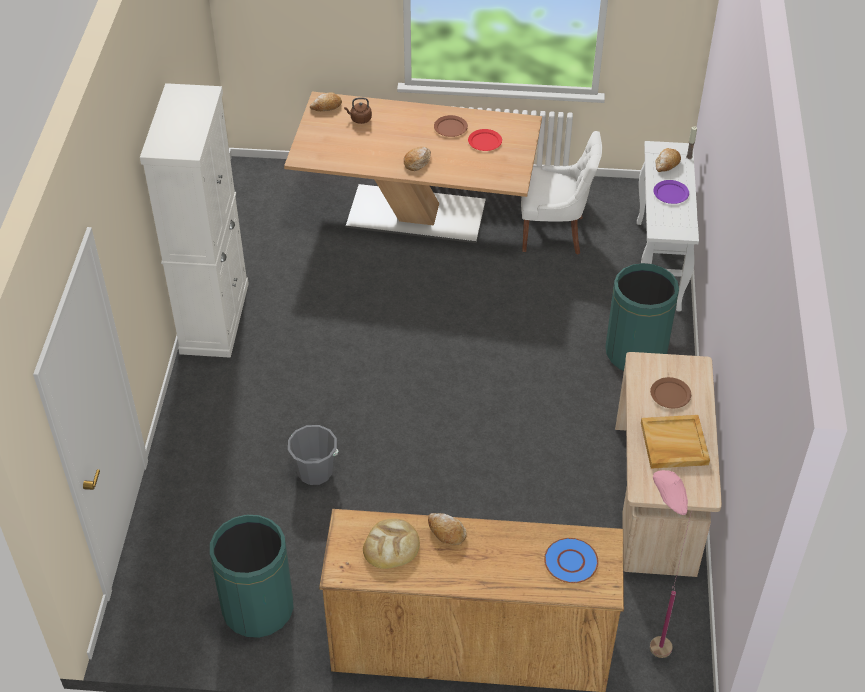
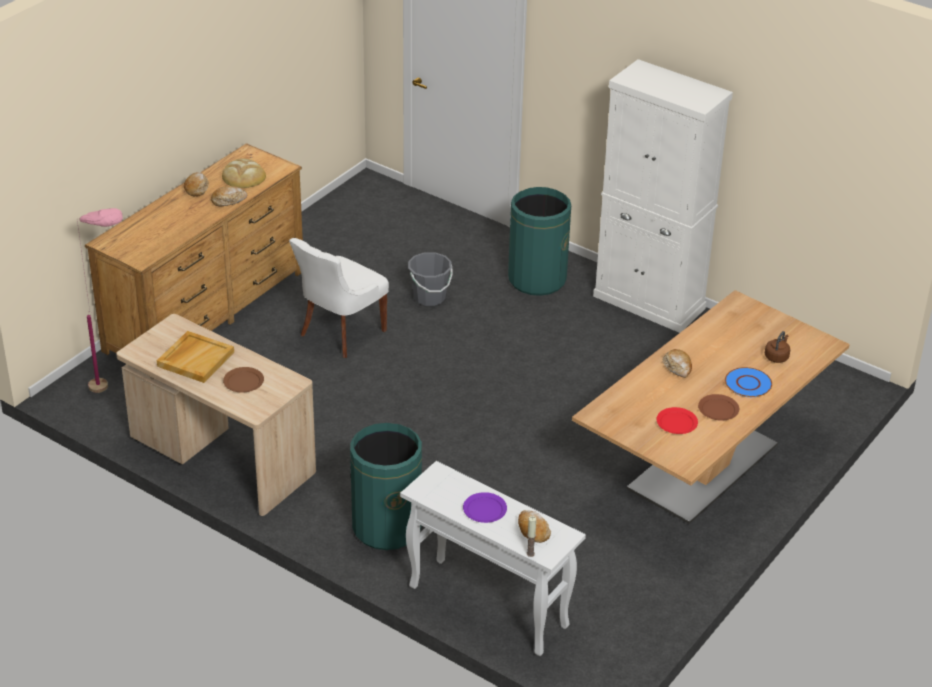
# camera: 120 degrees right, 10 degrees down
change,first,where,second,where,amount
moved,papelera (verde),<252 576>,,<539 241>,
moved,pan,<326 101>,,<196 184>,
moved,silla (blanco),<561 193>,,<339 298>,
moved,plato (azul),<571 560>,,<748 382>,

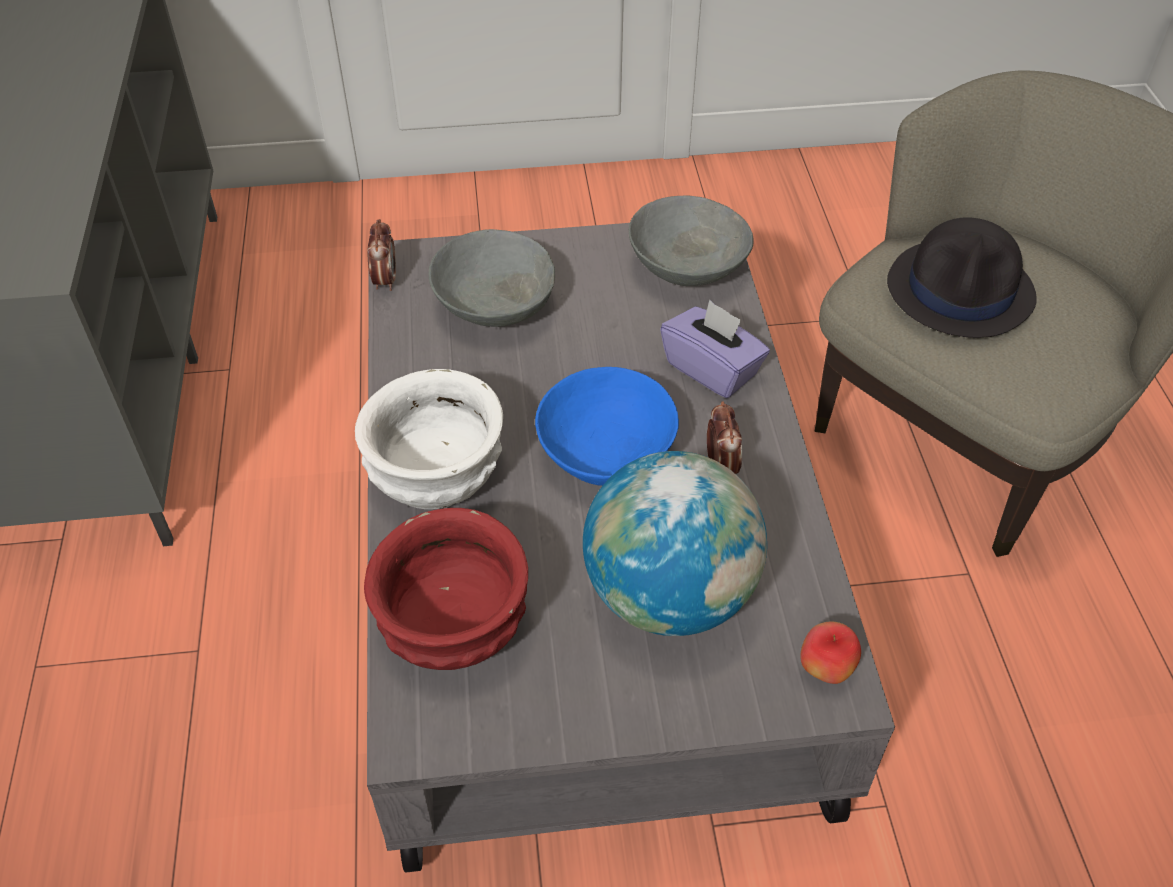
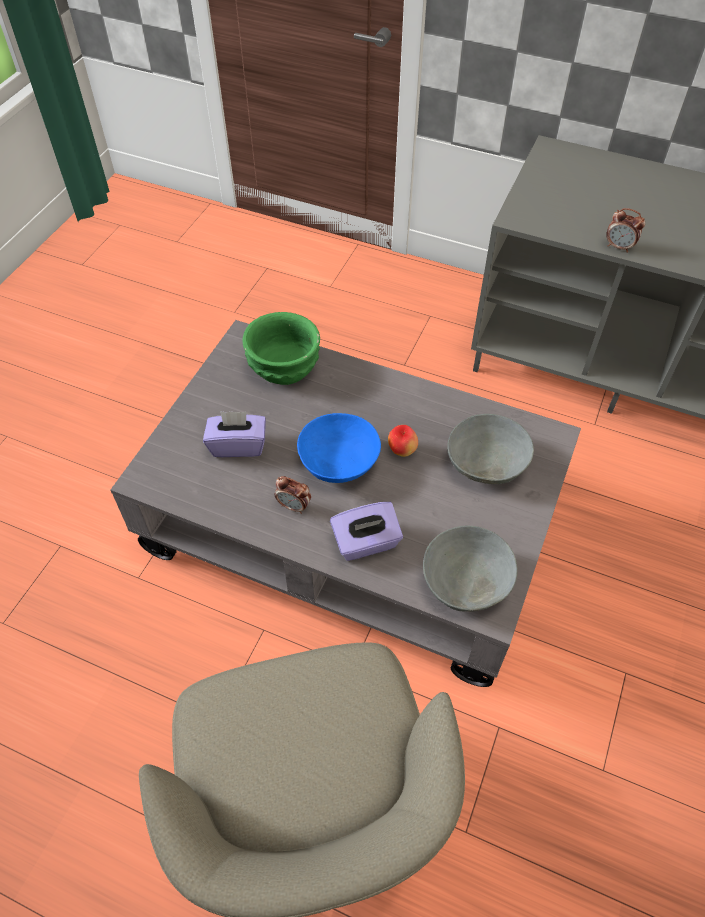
# camera: 120 degrees right, 5 degrees up
change,first,where,second,where,amount
removed,cuenco (blanco),<429 439>,,,
removed,sombrero (negro),<962 277>,,,
moved,despertador,<382 255>,,<625 230>,
moved,manzana,<830 652>,,<403 441>,
replaced,globo terráqueo,<675 543>,caja de pañuelos (morado),<234 434>,
recoloured,cuenco (rojo),<446 589>,cuenco (verde),<281 348>,

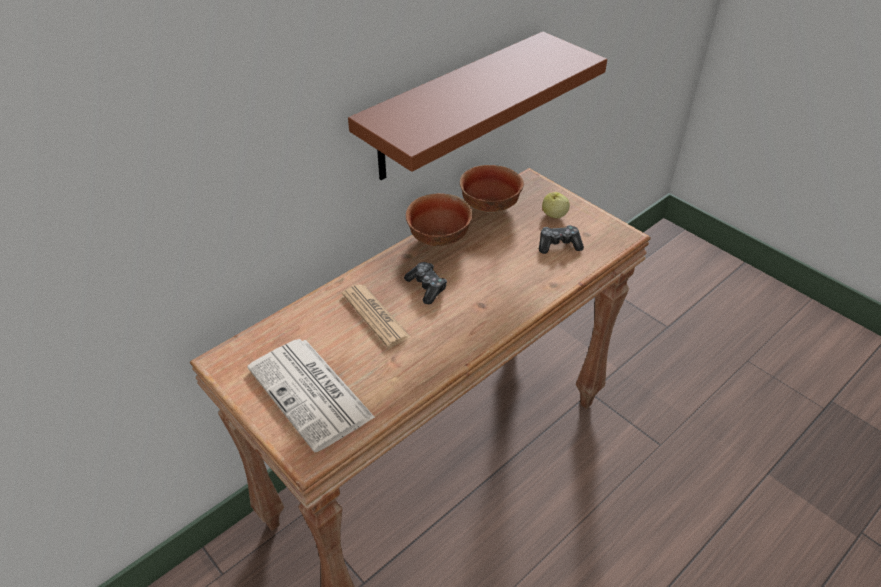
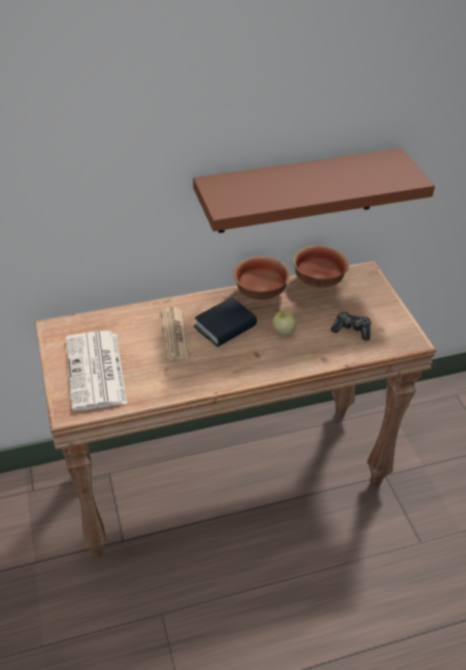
# camera: 25 degrees right, 0 degrees up
change,first,where,second,where,amount
moved,manzana,<556 205>,,<284 323>,
replaced,mando de consola,<425 283>,libro,<225 322>,

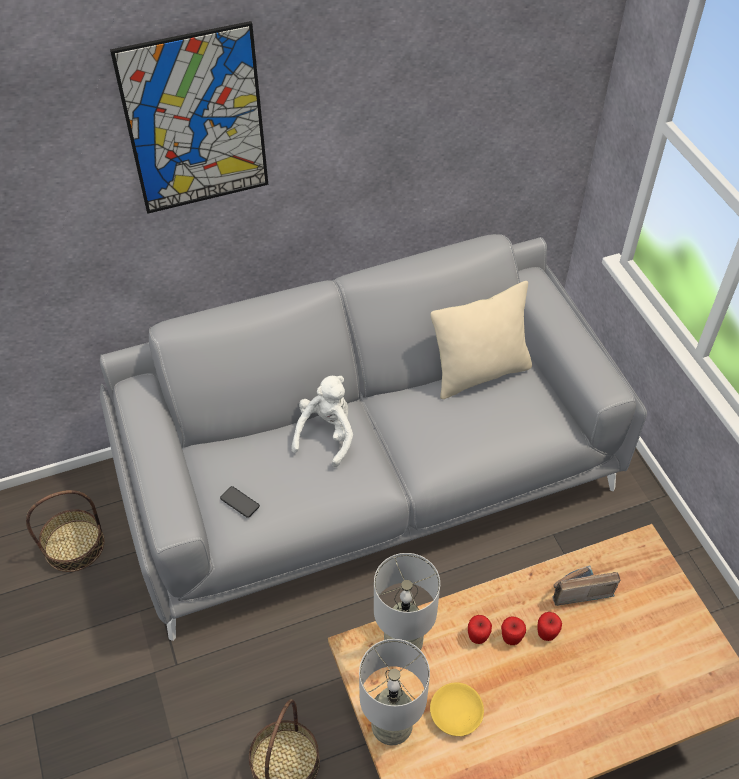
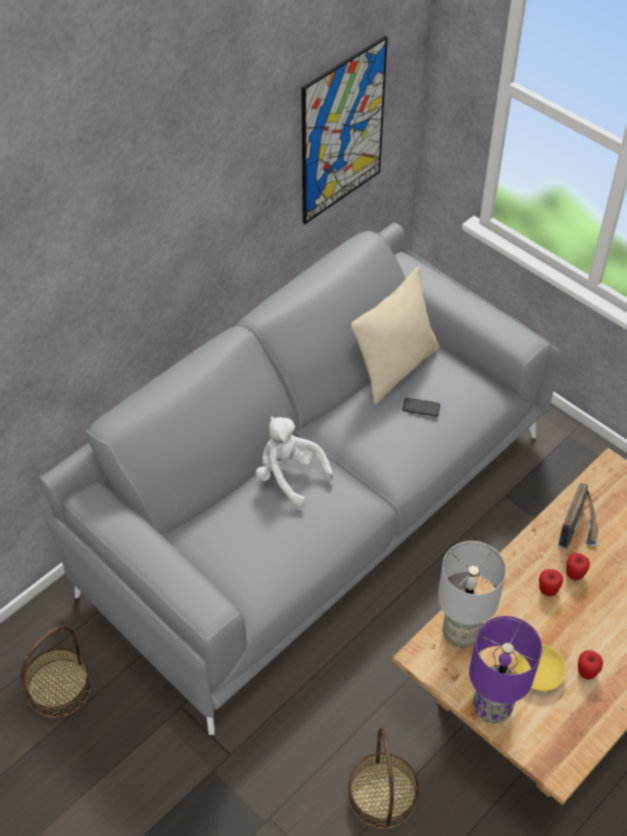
# camera: 25 degrees left, 0 degrees up
change,first,where,second,where,amount
moved,cuadro,<189 117>,,<344 130>,
moved,móvil,<240 502>,,<421 407>,
moved,manzana,<480 629>,,<590 665>,
recoloured,lámpara de mesa (gris),<394 692>,lámpara de mesa (morado),<505 669>,
turned,peluche (blanco),<322 421>,,<294 462>,45 degrees counterclockwise
turned,radio,<586 585>,,<578 516>,150 degrees clockwise

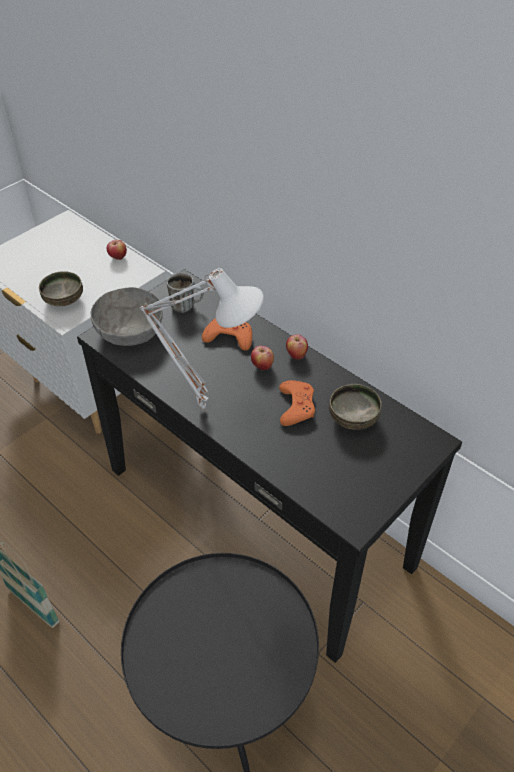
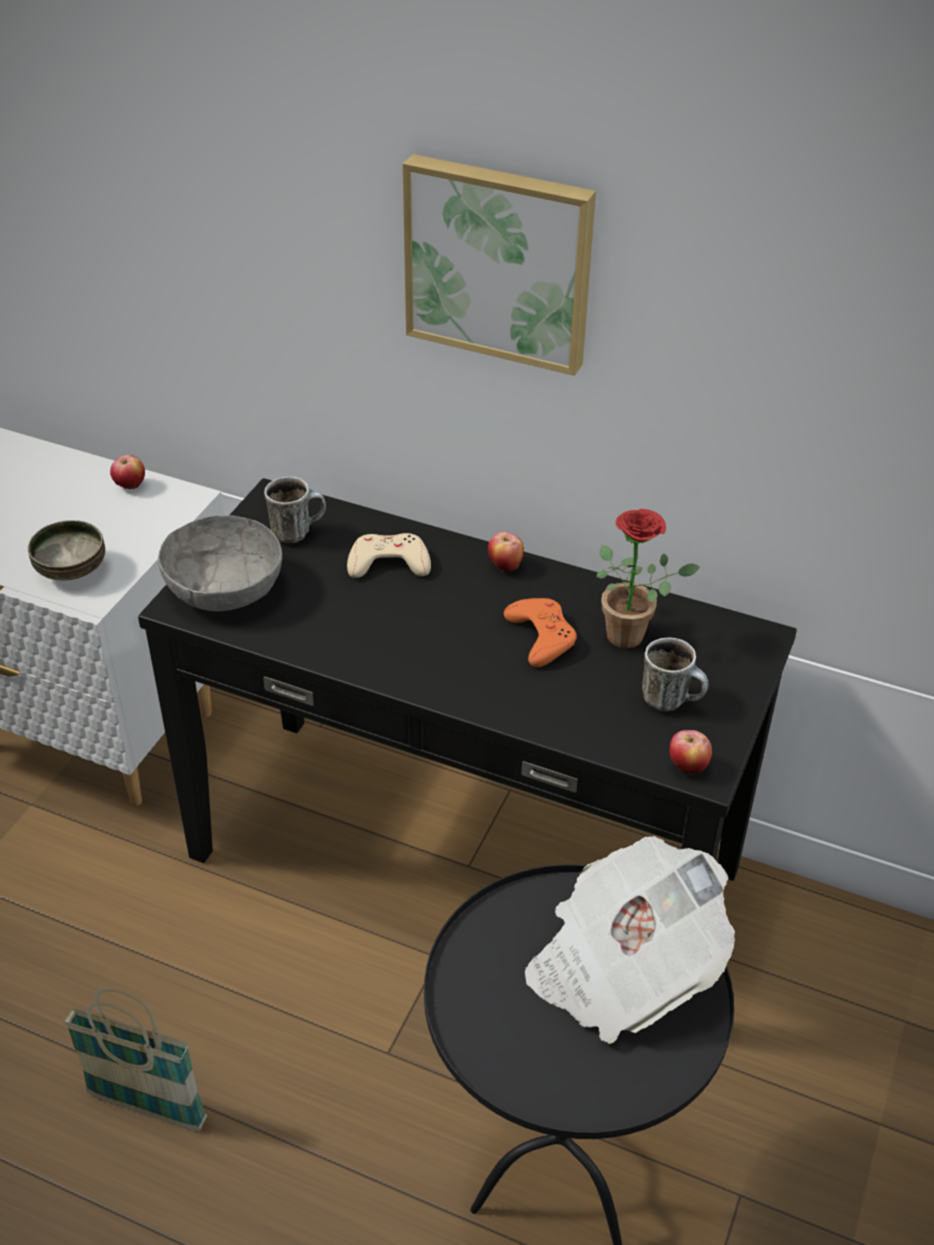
# camera: 20 degrees left, 5 degrees down
change,first,where,second,where,amount
removed,lámpara de mesa (blanco),<202 339>,,,
added,,,cuadro,<499 265>,
added,,,periódico,<630 940>,
added,,,taza grande,<675 674>,
moved,manzana,<262 358>,,<691 752>,
replaced,cuenco,<355 407>,planta en maceta,<648 578>,
recoloured,mando de consola (naranja),<227 334>,mando de consola (beis),<389 555>,

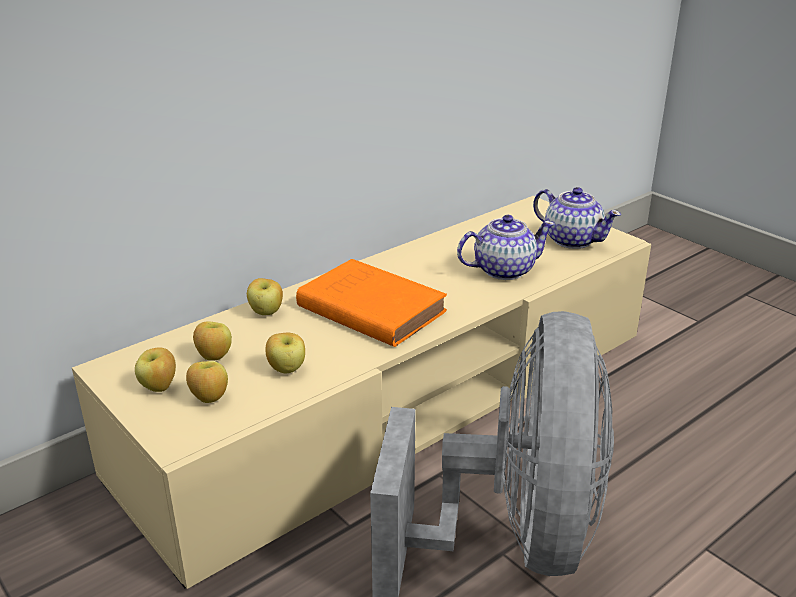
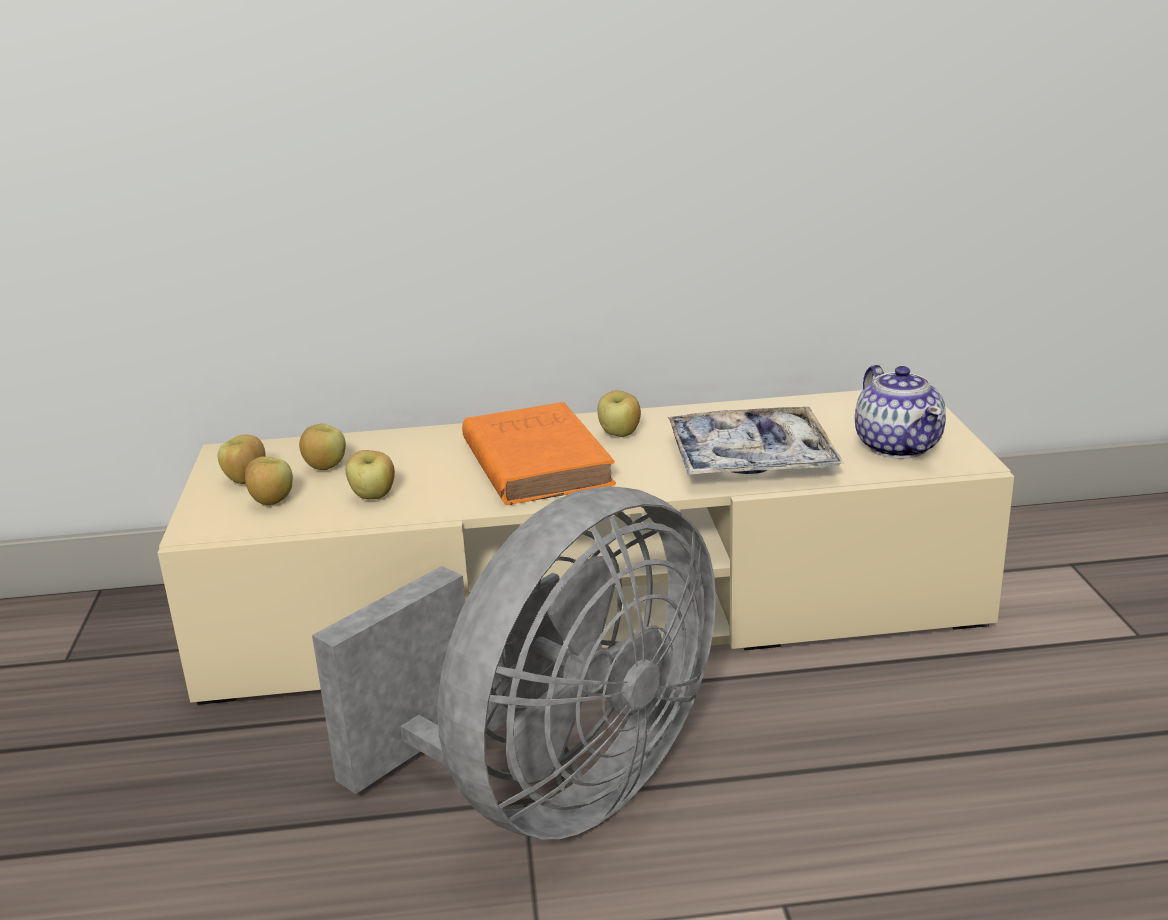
# camera: 35 degrees right, 5 degrees down
change,first,where,second,where,amount
moved,manzana,<265 296>,,<619 413>,
replaced,tetera,<506 247>,bandeja,<755 441>,

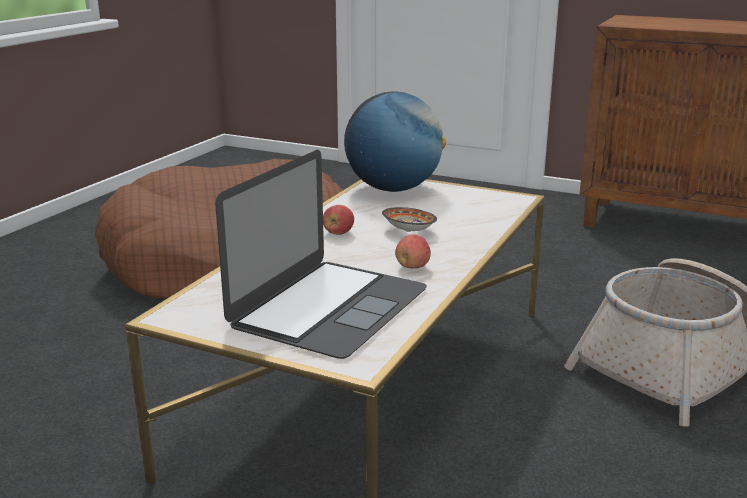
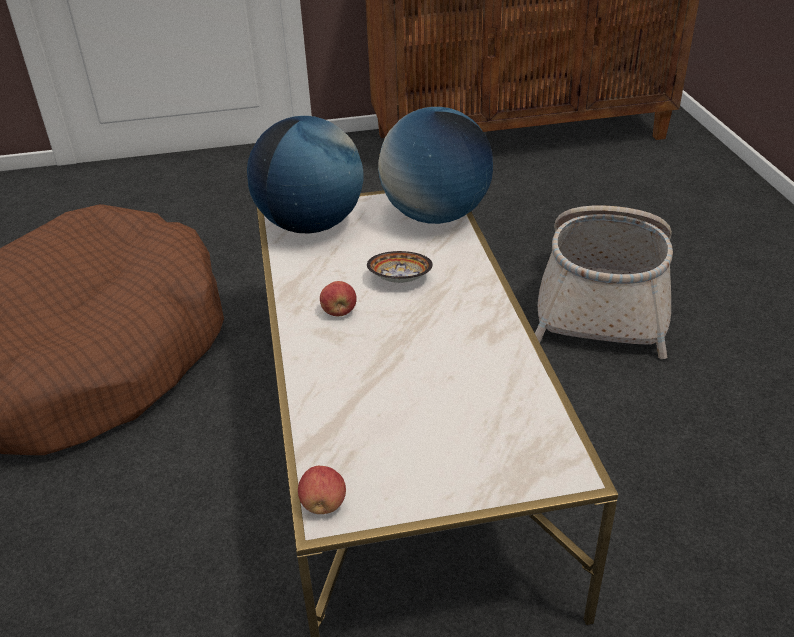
# camera: 35 degrees left, 15 degrees up
change,first,where,second,where,amount
removed,portátil,<321 254>,,,
added,,,globo terráqueo,<435 165>,
moved,manzana,<413 251>,,<322 490>,

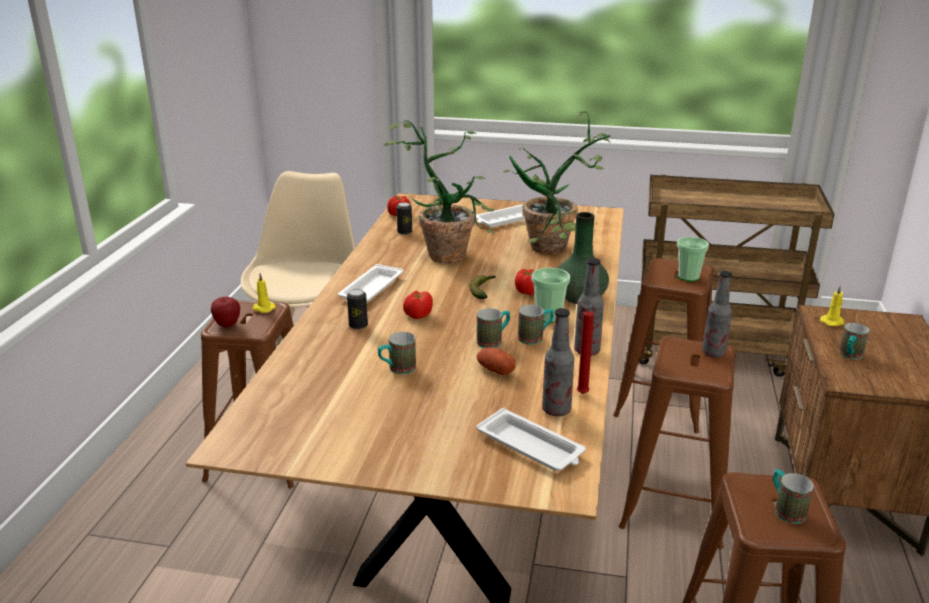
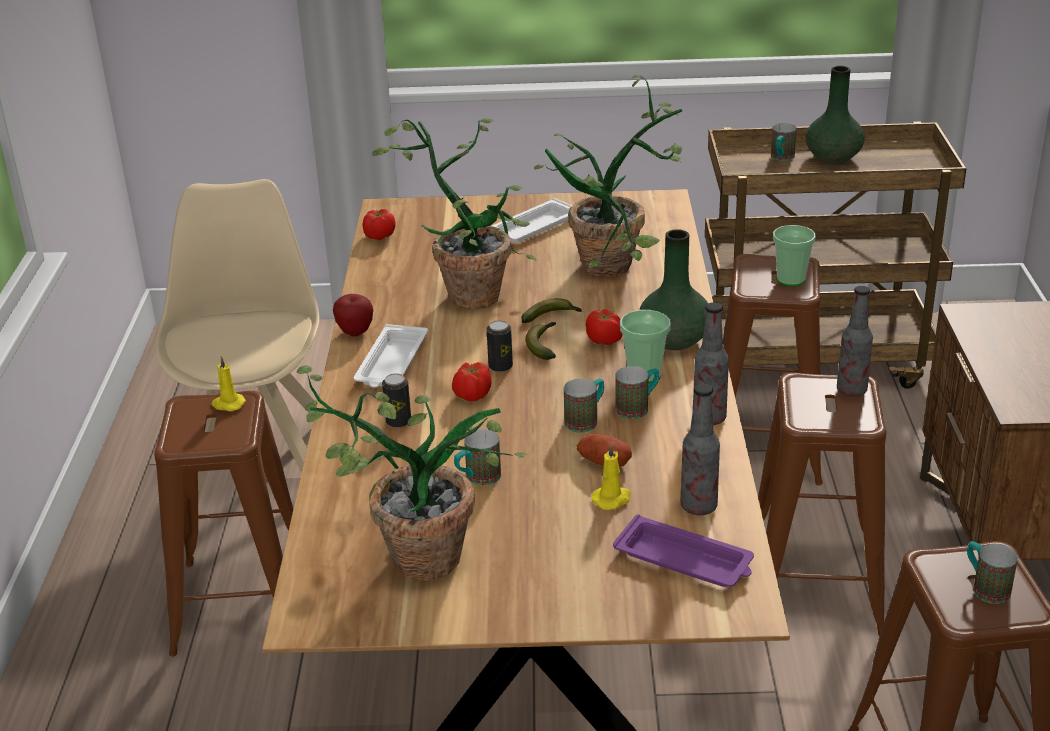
# camera: 10 degrees left, 5 degrees up
change,first,where,second,where,amount
removed,vela (rojo),<585 348>,,,
added,,,planta en maceta,<412 473>,
added,,,plátano,<551 310>,
added,,,florero (verde),<835 115>,
moved,manzana,<225 312>,,<353 315>,
moved,lata,<404 218>,,<500 346>,
moved,vela (amarillo),<832 305>,,<611 476>,
moved,taza grande,<854 341>,,<784 142>,
recoloured,bandeja (blanco),<531 439>,bandeja (morado),<683 550>,

